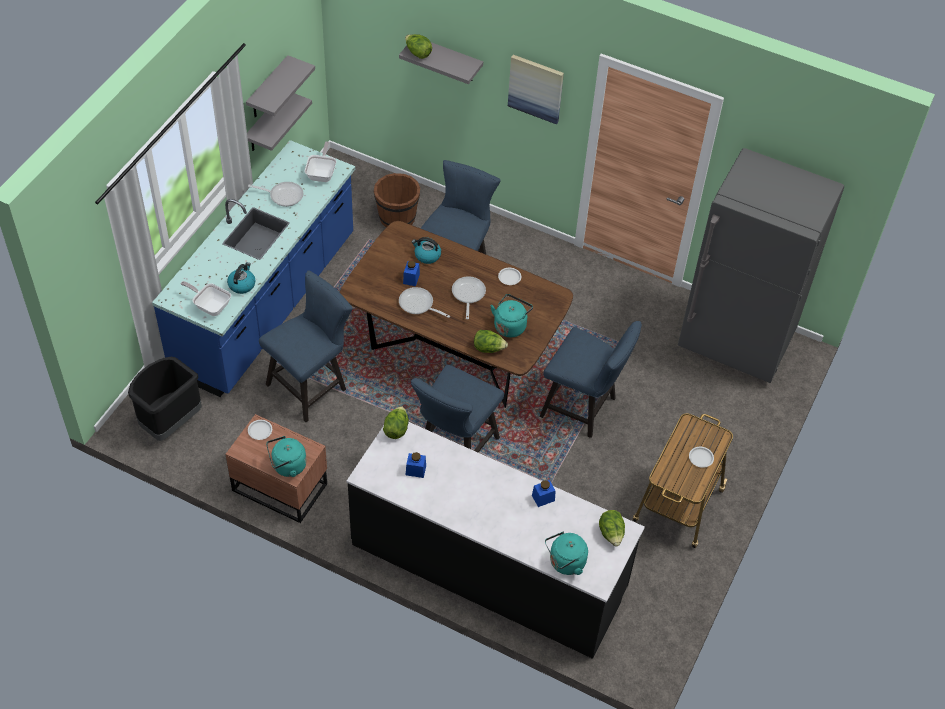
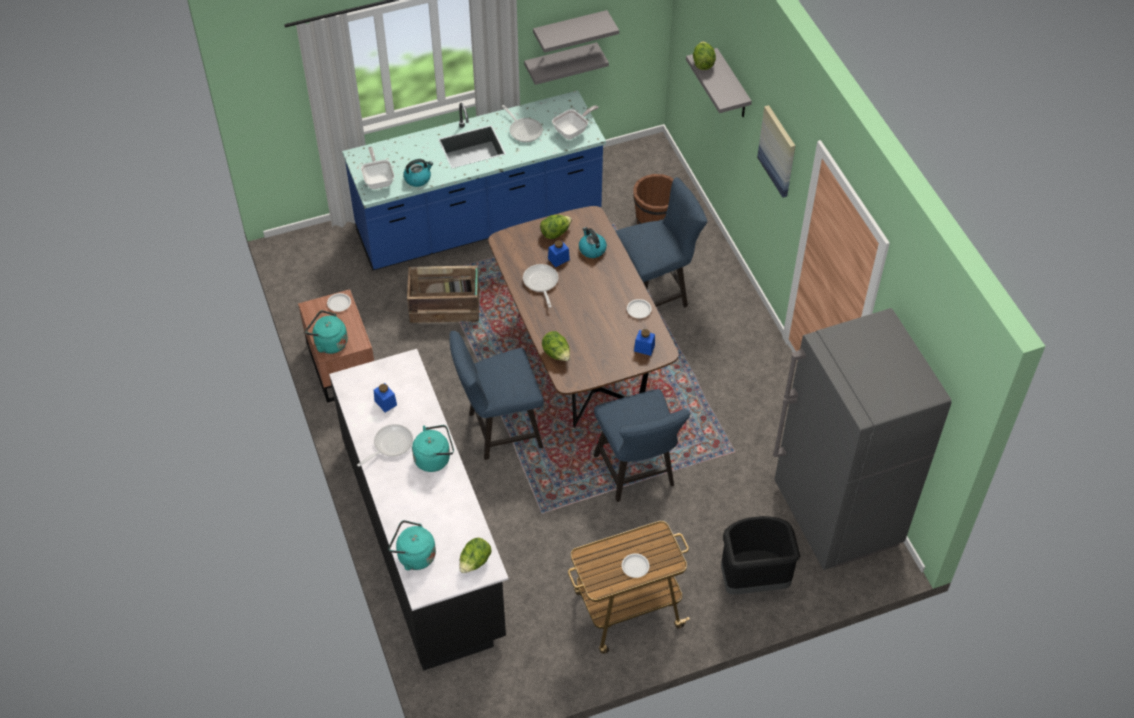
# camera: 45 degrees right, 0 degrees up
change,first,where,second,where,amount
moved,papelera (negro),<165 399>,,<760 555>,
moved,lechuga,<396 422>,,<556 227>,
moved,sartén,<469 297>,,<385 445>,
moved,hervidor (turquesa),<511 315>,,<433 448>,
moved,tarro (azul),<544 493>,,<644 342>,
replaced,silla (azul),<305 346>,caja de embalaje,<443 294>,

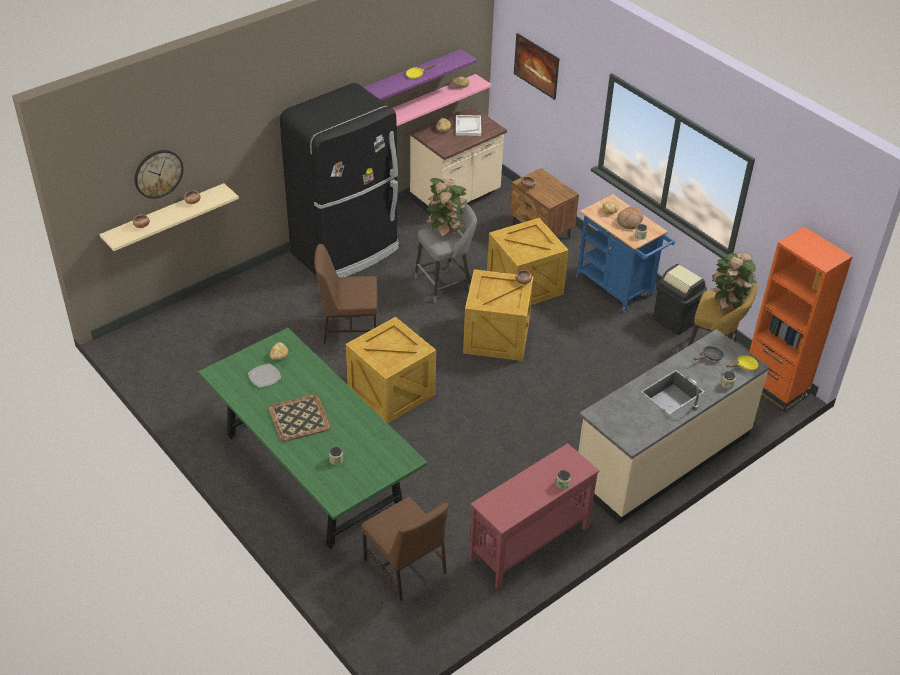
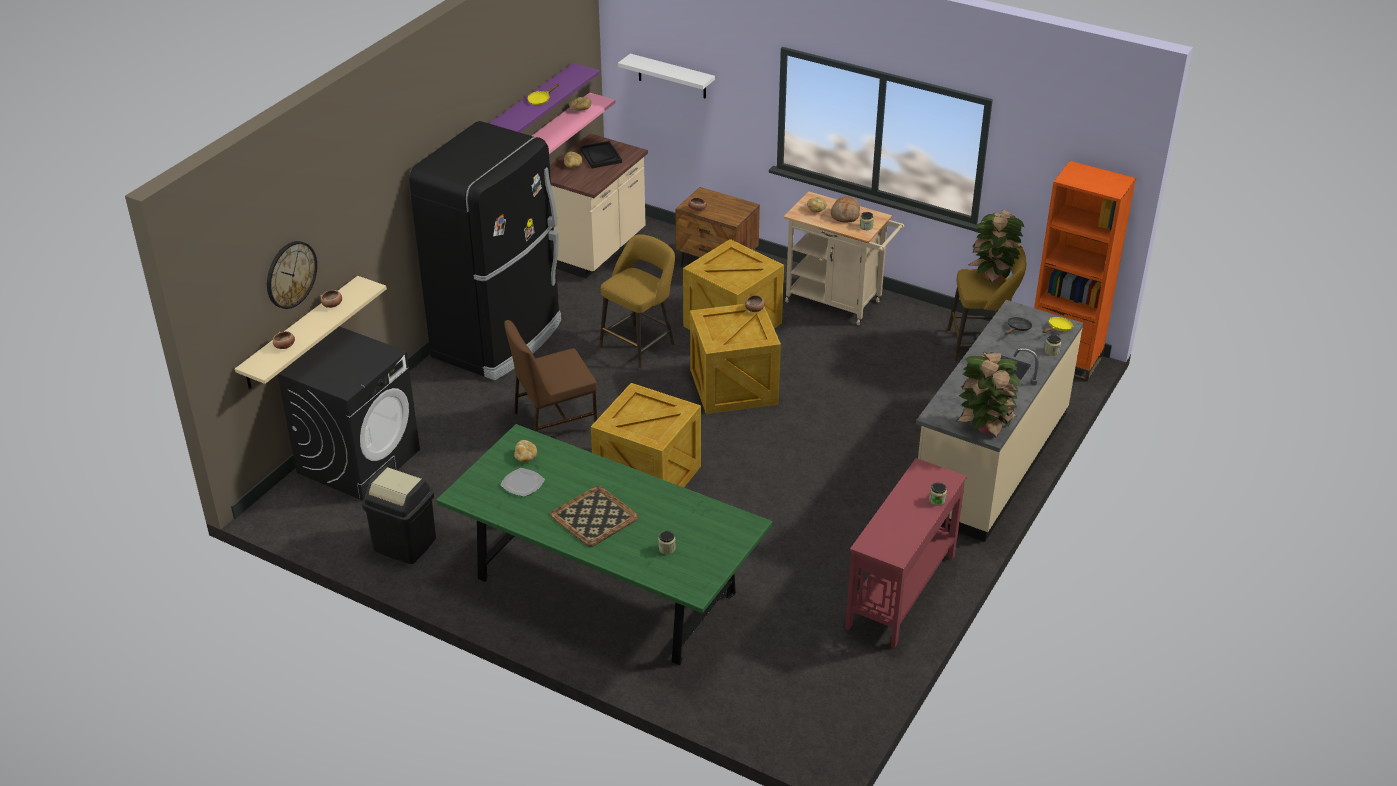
# camera: 20 degrees left, 5 degrees down
change,first,where,second,where,amount
removed,silla (marrón),<404 549>,,,
added,,,lavadora (negro),<348 413>,
moved,planta en maceta,<446 208>,,<988 395>,
moved,papelera (negro),<680 299>,,<399 515>,
replaced,cuadro,<537 66>,estante (blanco),<666 76>,
recoloured,taburete (gris),<445 253>,taburete (amarillo),<637 301>,
recoloured,bandeja (blanco),<468 125>,bandeja (negro),<601 154>,
recoloured,carrito (azul),<625 253>,carrito (beis),<843 258>,

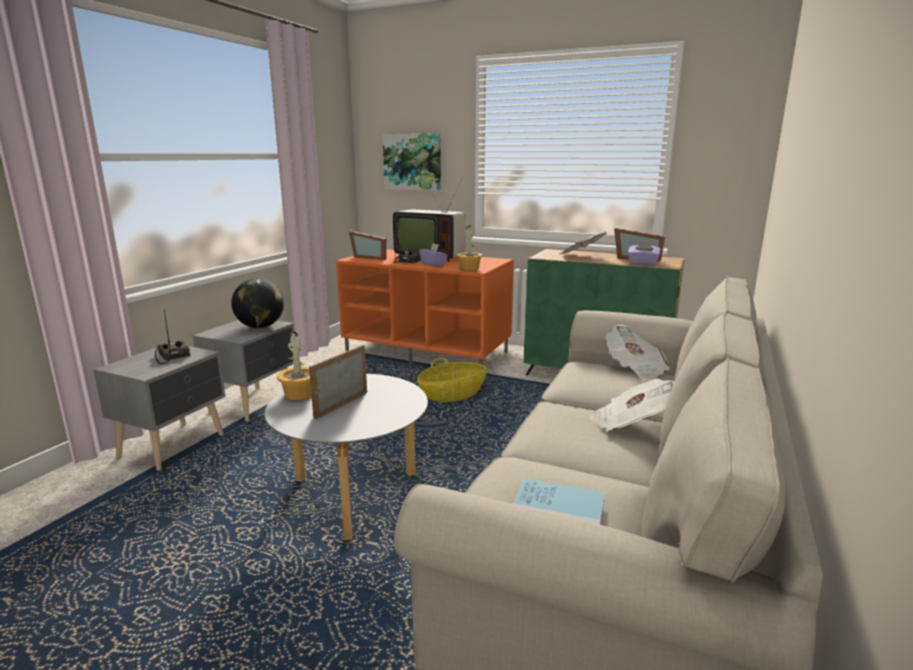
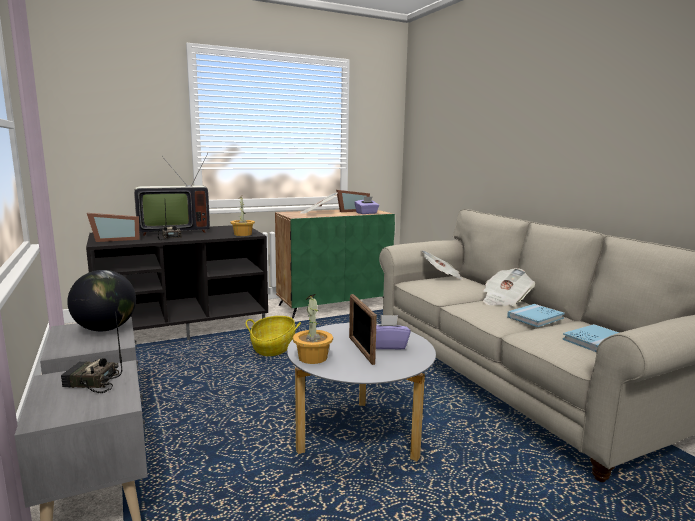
# camera: 50 degrees left, 5 degrees down
change,first,where,second,where,amount
removed,cuadro,<412 162>,,,
added,,,libro (azul),<536 315>,
moved,caja de pañuelos (morado),<433 255>,,<393 332>,
recoloured,mueble de televisión (naranja),<425 307>,mueble de televisión (negro),<177 282>,

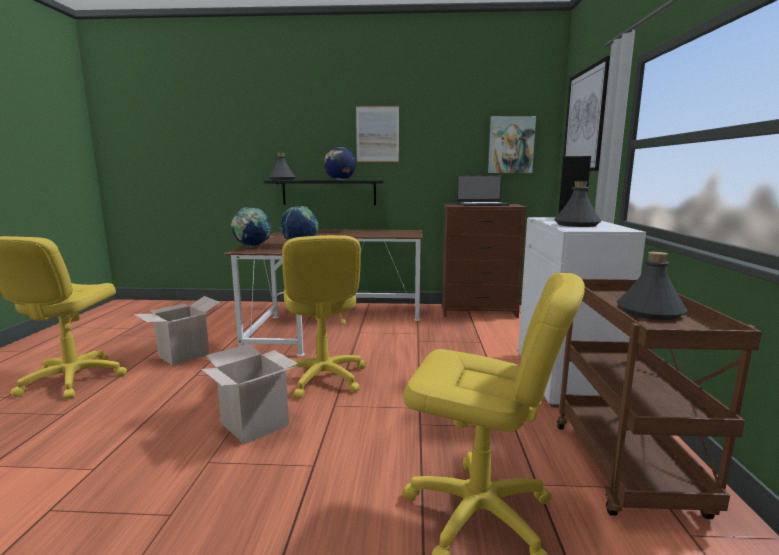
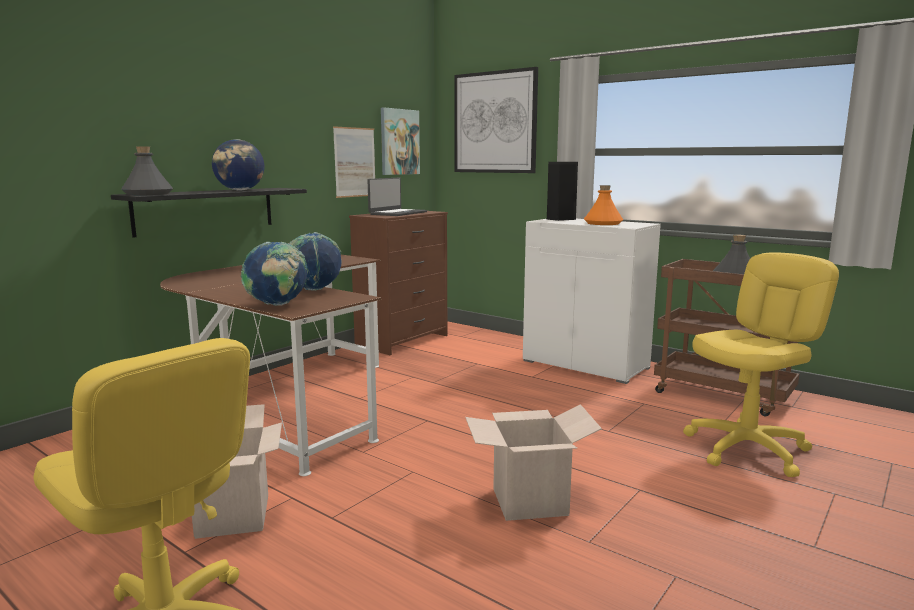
# camera: 55 degrees left, 0 degrees up
change,first,where,second,where,amount
removed,silla de oficina (amarillo),<324 316>,,,
moved,cuadro,<377 134>,,<354 162>,
recoloured,botella (gris),<577 204>,botella (naranja),<603 205>,

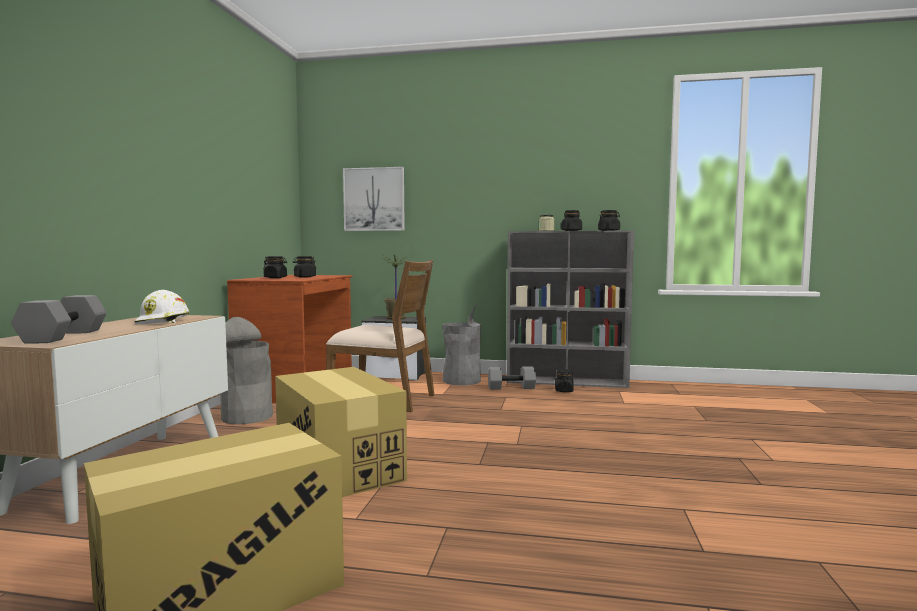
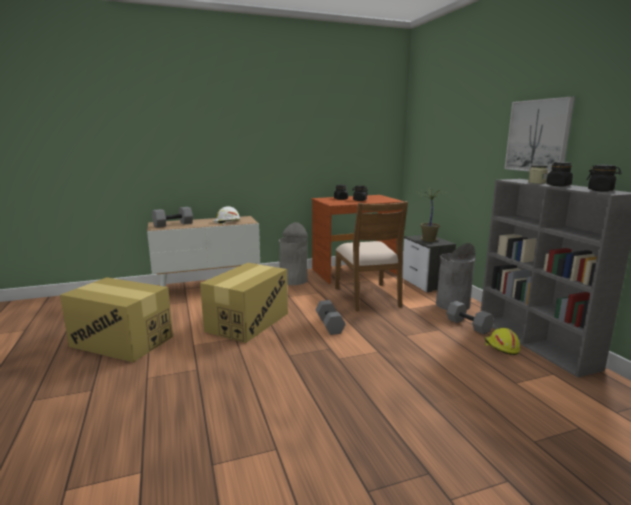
# camera: 60 degrees right, 10 degrees up
change,first,where,second,where,amount
added,,,mancuerna (gris),<331 317>,
moved,cuadro,<374 199>,,<539 135>,
replaced,tarro (negro),<564 380>,casco (amarillo),<502 341>,

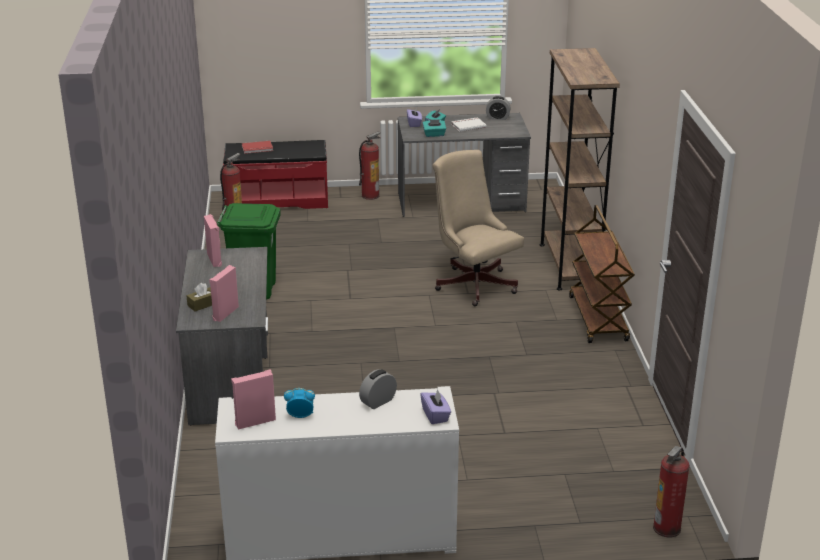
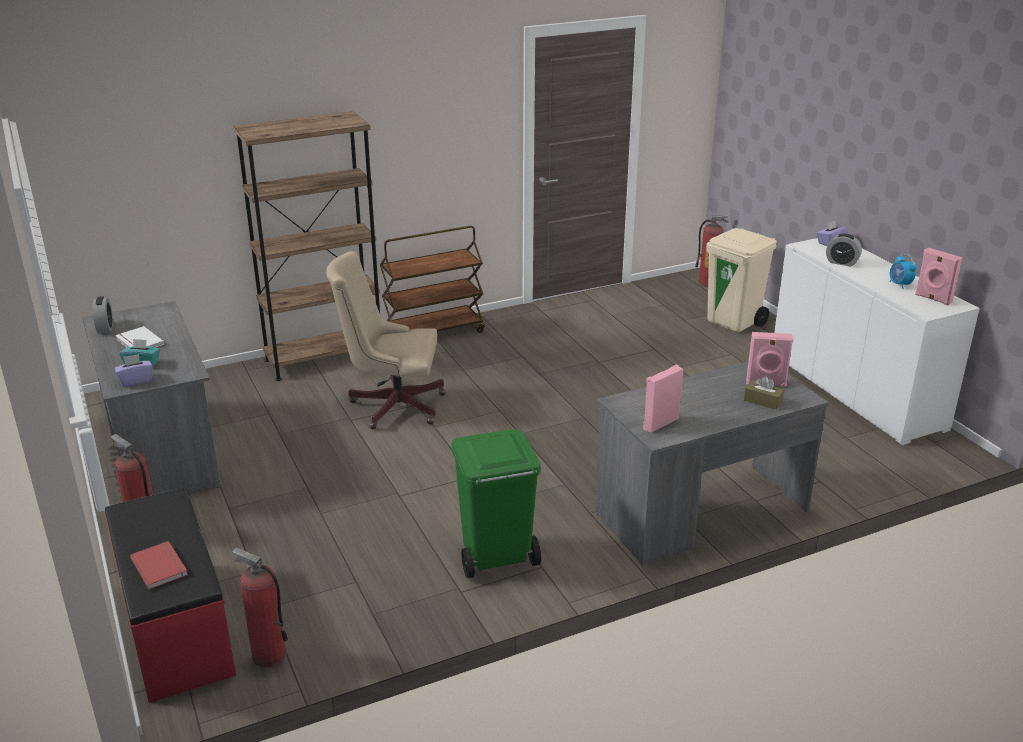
# camera: 110 degrees left, 0 degrees up
change,first,where,second,where,amount
removed,caja de pañuelos (turquesa),<434 128>,,,
added,,,papelera (beis),<742 280>,
turned,silla de oficina (beis),<478 228>,,<386 340>,60 degrees clockwise

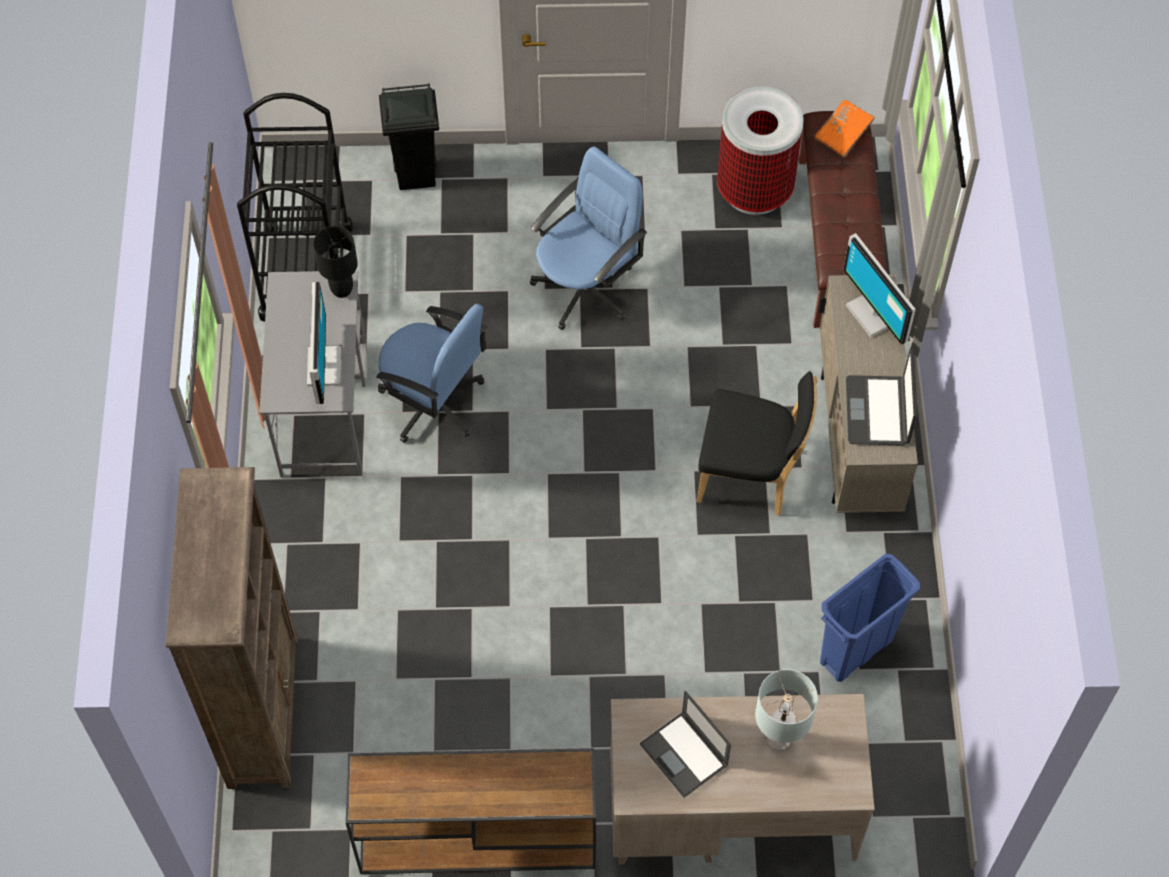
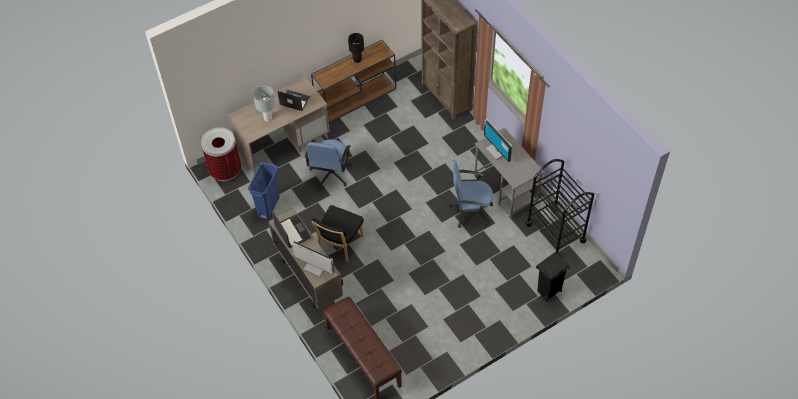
# camera: 150 degrees right, 5 degrees down
change,first,where,second,where,amount
removed,libro (naranja),<844 129>,,,
moved,lámpara de mesa (negro),<335 262>,,<356 48>,
moved,silla de oficina (azul),<588 238>,,<328 164>,
moved,papelera,<760 150>,,<221 154>,
turned,silla (negro),<757 443>,,<337 233>,45 degrees counterclockwise

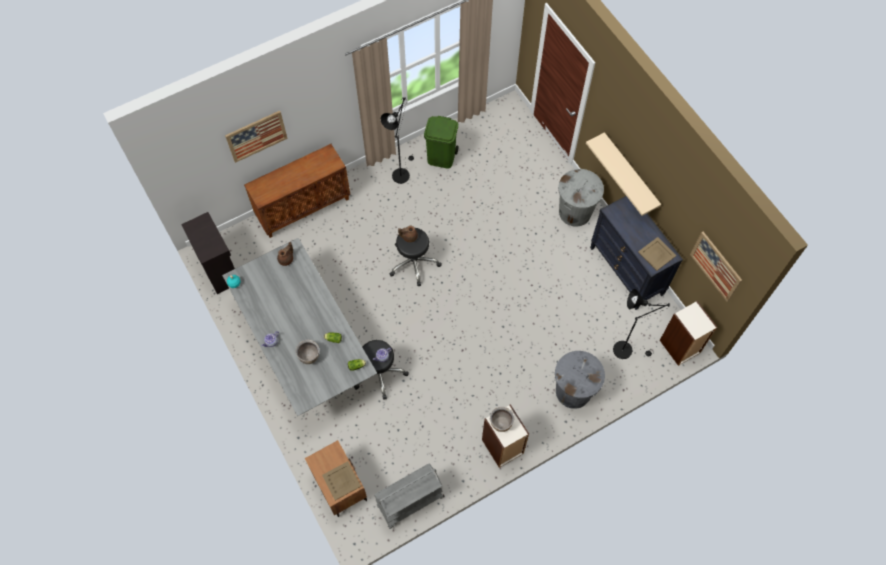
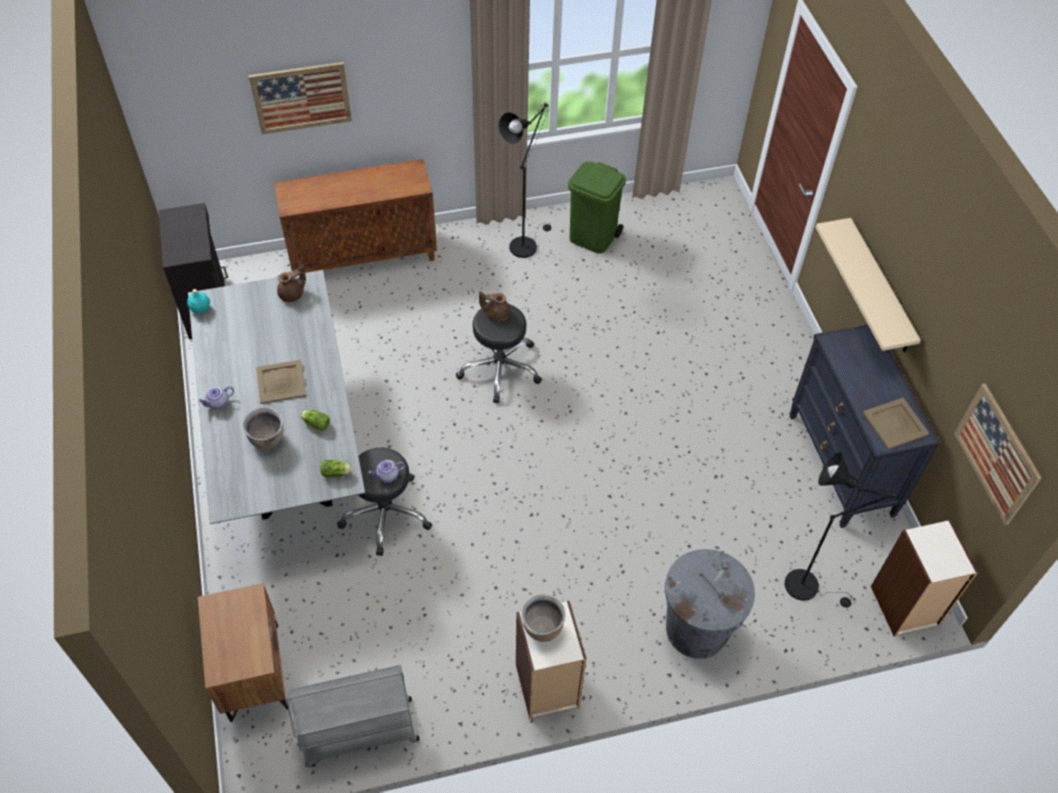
# camera: 15 degrees right, 10 degrees down
change,first,where,second,where,amount
removed,papelera (gris),<581 198>,,,
moved,bandeja (beis),<341 480>,,<281 382>,

